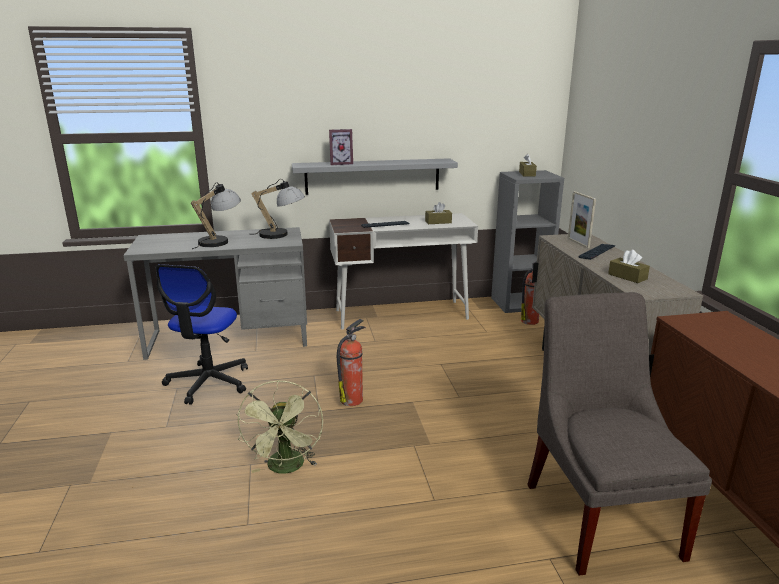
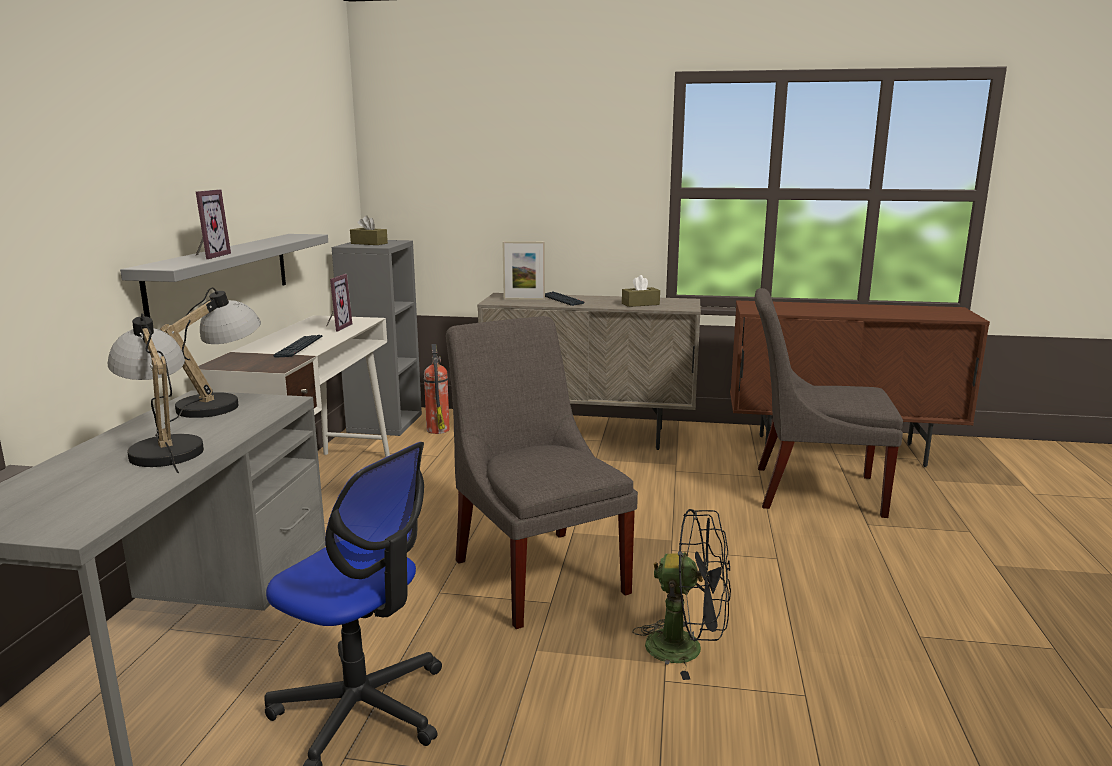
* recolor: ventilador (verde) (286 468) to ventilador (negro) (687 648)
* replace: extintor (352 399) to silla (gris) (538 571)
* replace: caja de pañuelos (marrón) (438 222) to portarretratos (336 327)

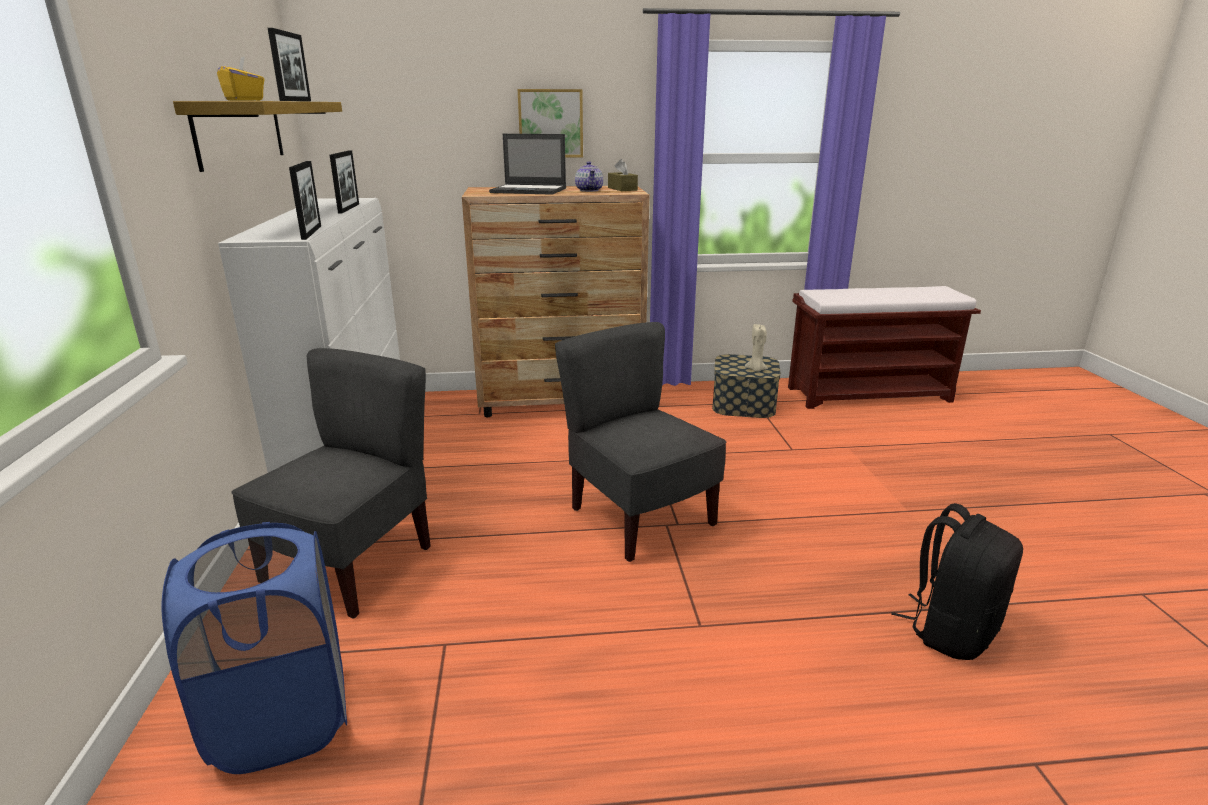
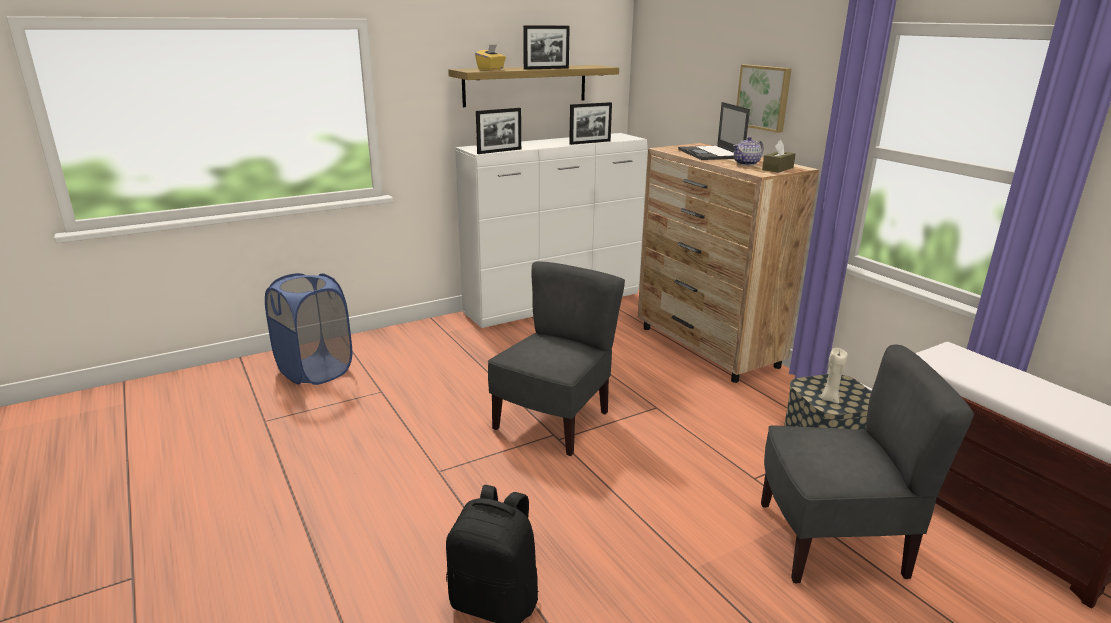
* move: silla (gris) (351 565) to (832 542)

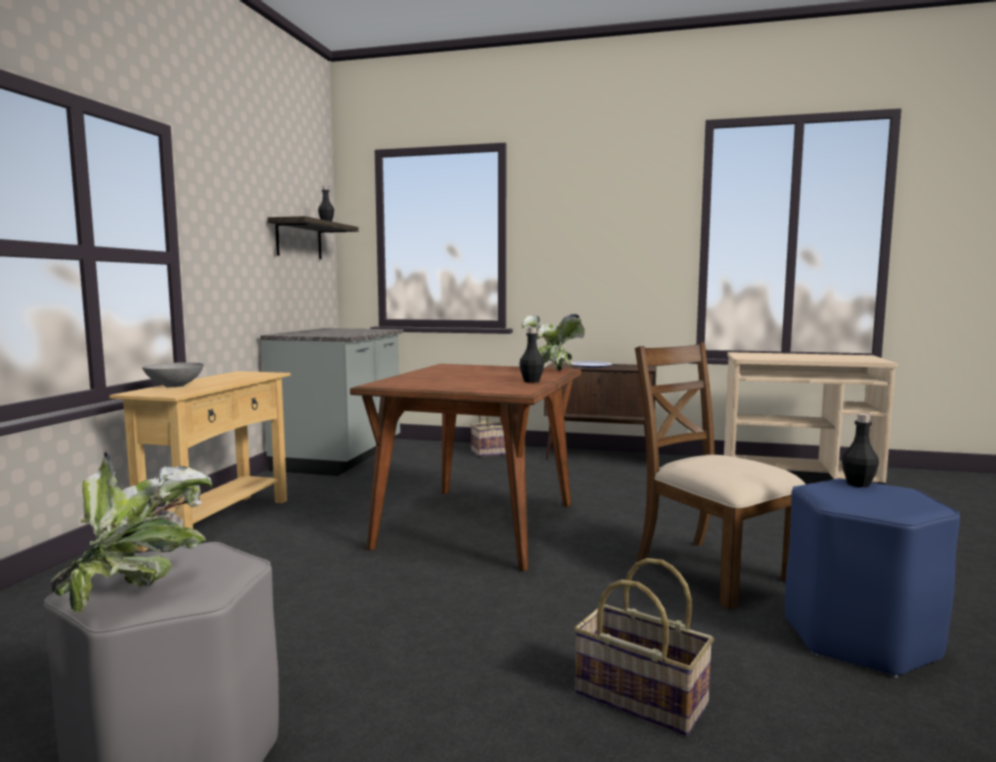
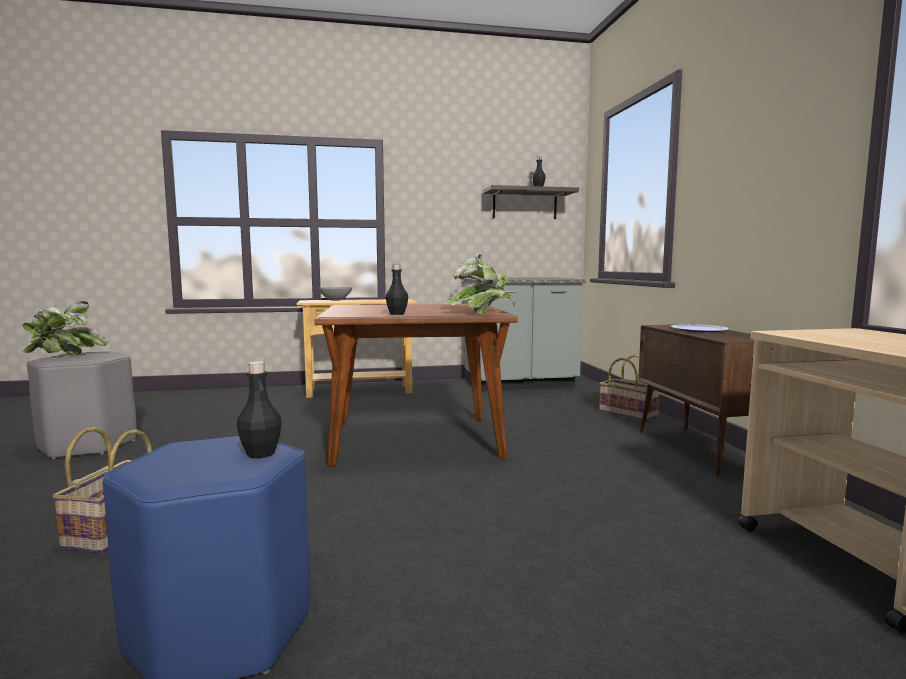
* delete: silla (marrón) (711 571)

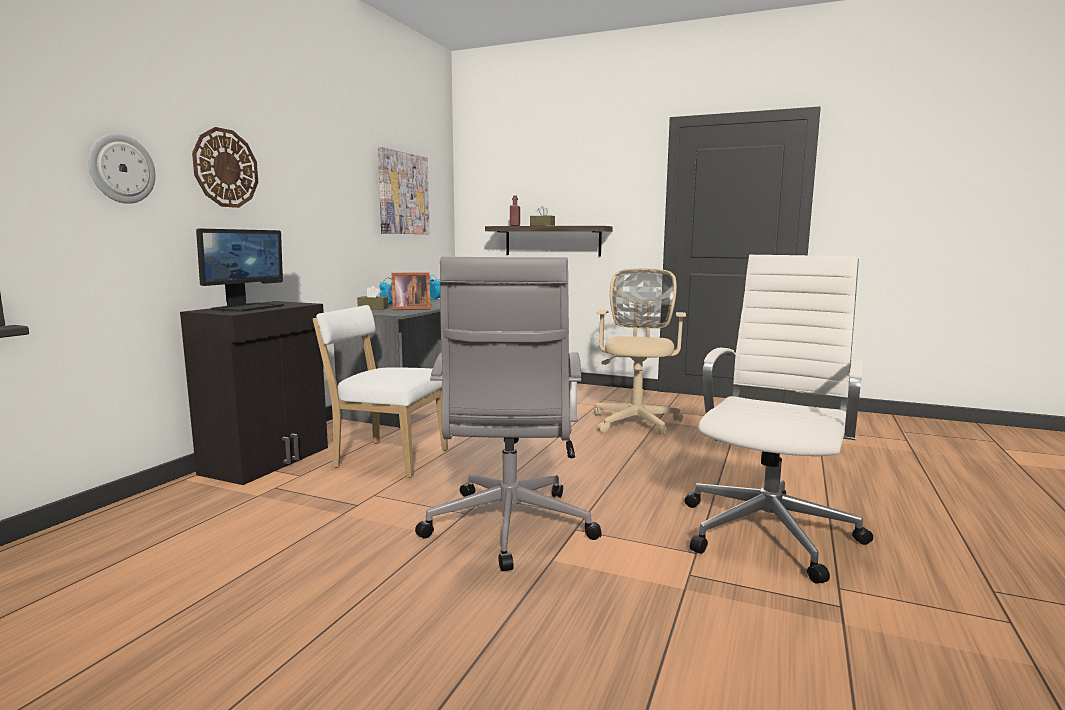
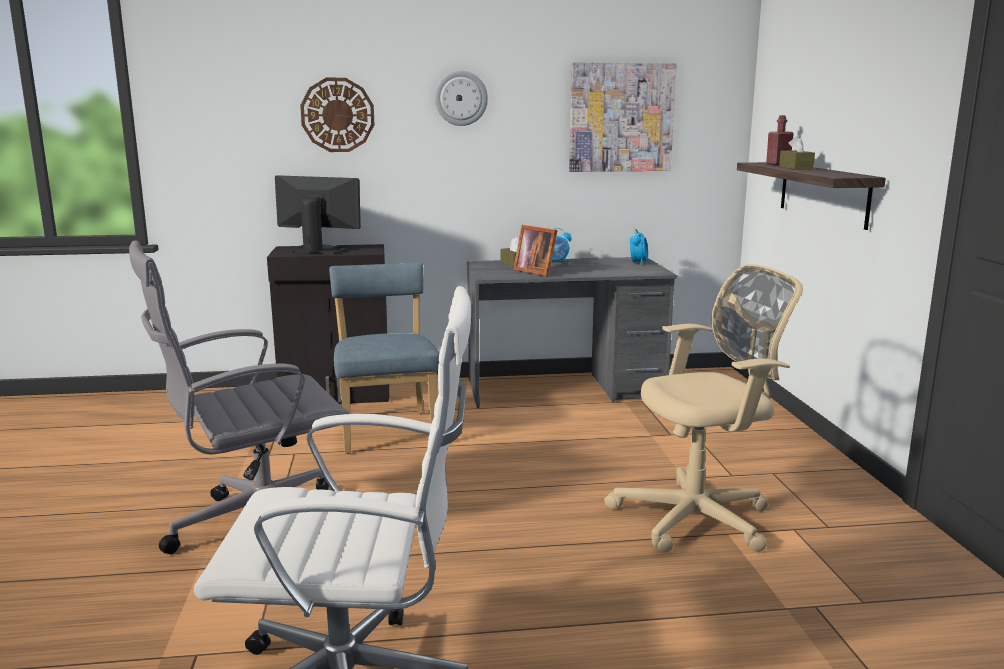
* move: reloj de pared (121 169) to (461 98)
* rotate: monitor (248 307) = (319 250) 150 degrees counterclockwise
* recolor: silla (blanco) (387 458) to silla (azul) (387 429)

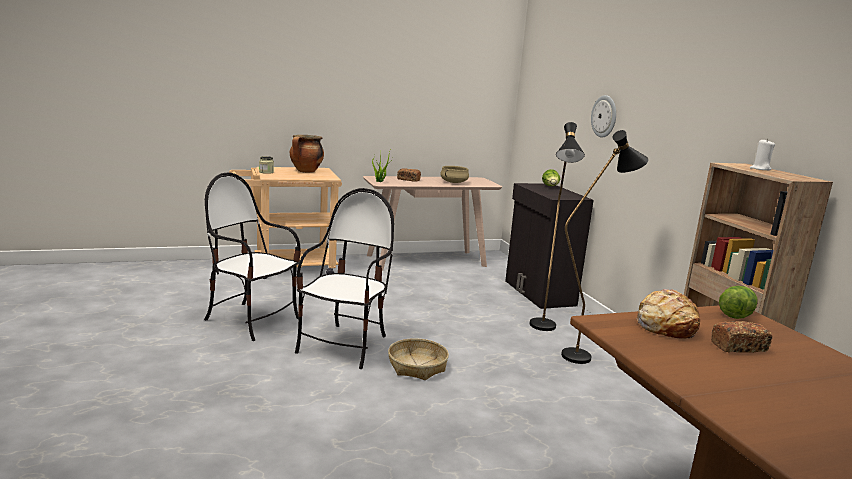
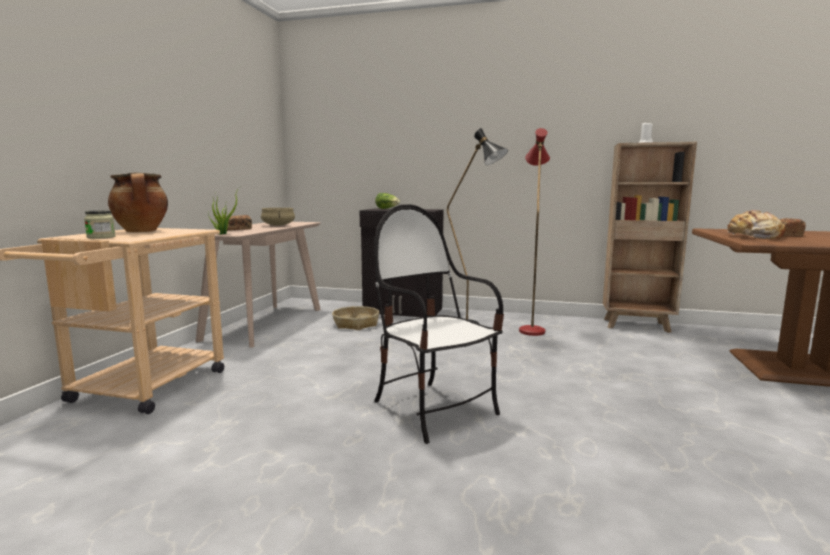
* delete: silla (252 320)
* move: cesta (417 366) to (356 324)
* recolor: lámpara de pie (negro) (584 355) to lámpara de pie (rojo) (530 329)
* delete: reloj de pared (604 116)
* delete: lechuga (735 313)

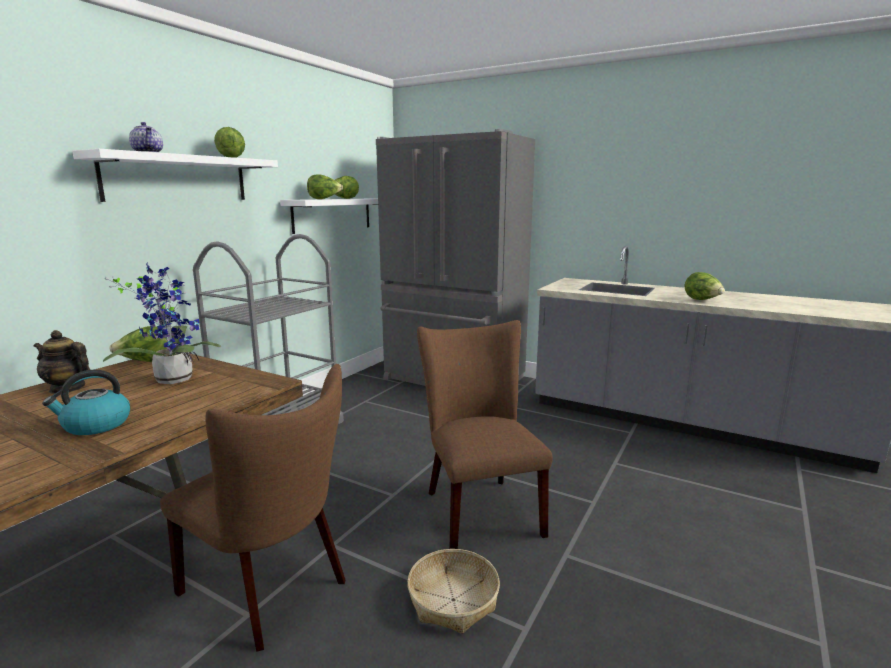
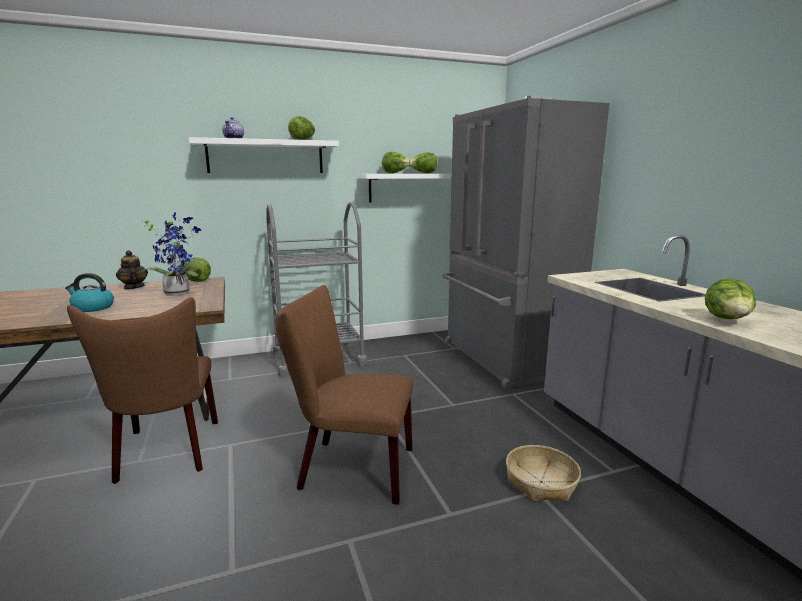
* move: cesta (453 600) to (541 482)
* rotate: silla (marrón) (478 508) = (349 468) 105 degrees counterclockwise

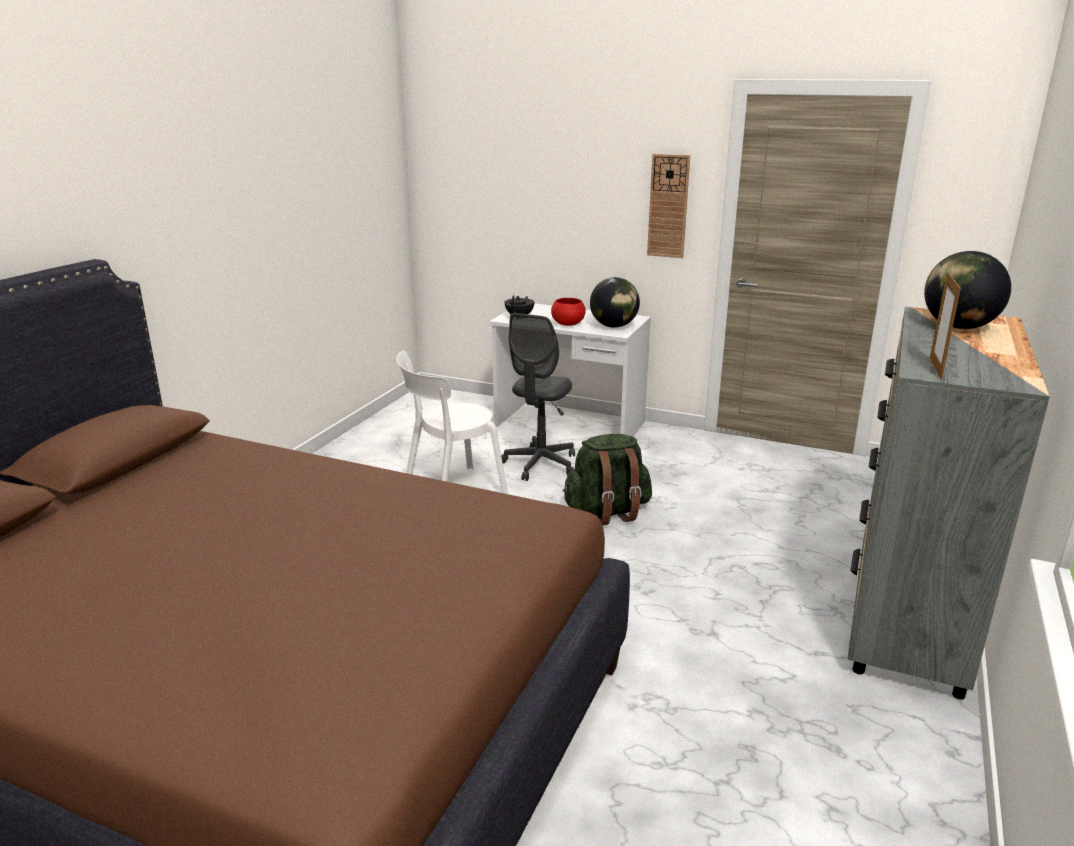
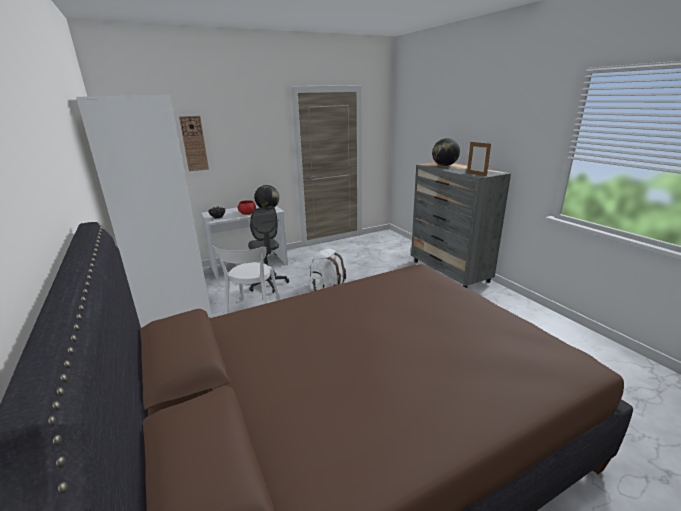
* recolor: mochila (verde) (607 512) to mochila (blanco) (326 287)
* move: reloj de pared (668 206) to (194 143)
* insert: armario ropero (blanco) (176 311)

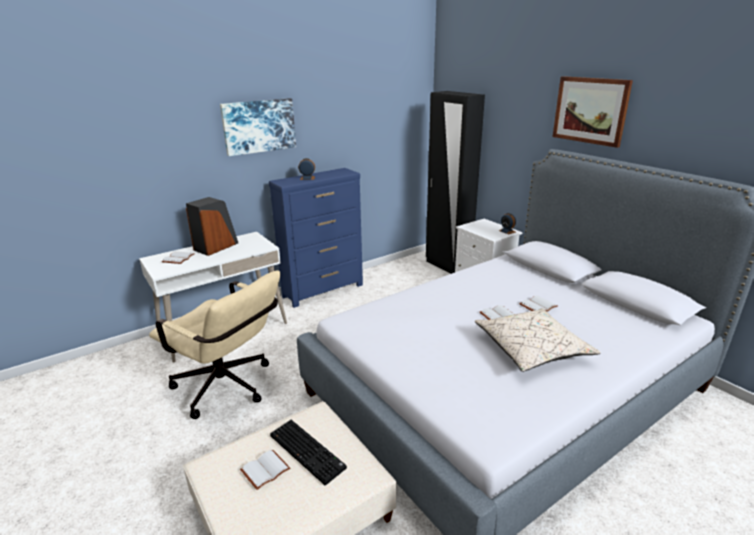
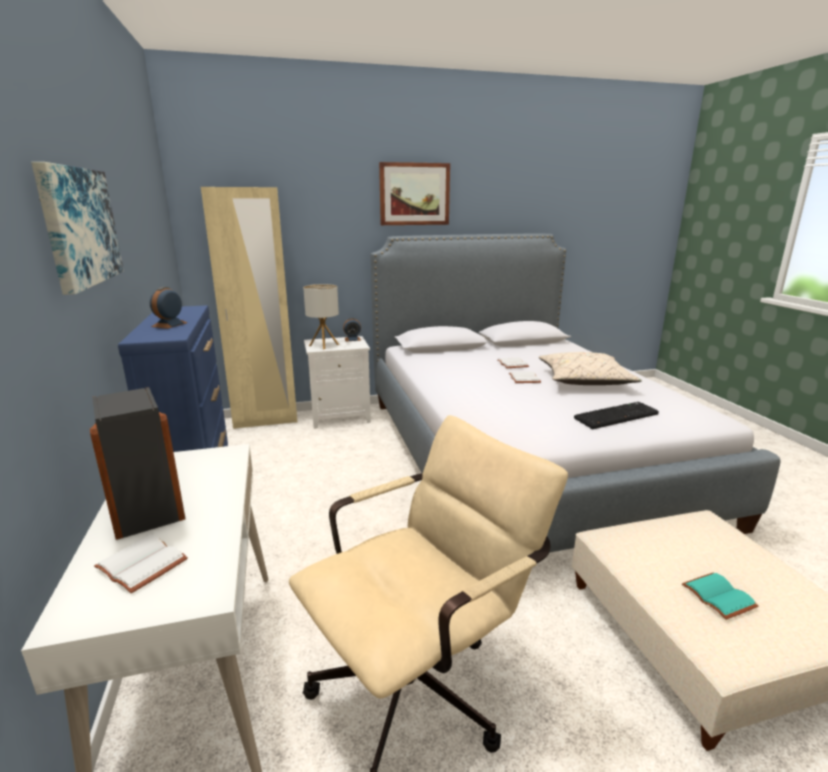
* recolor: libro (blanco) (265 469) to libro (turquesa) (716 596)
* move: teclado (308 451) to (616 416)
* recolor: armario ropero (negro) (447 267) to armario ropero (beis) (265 420)
* insert: lámpara de mesa (324 345)

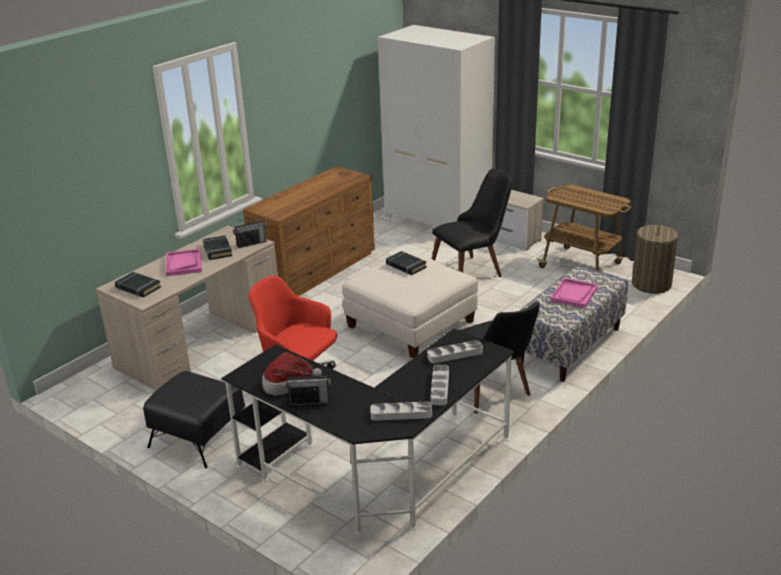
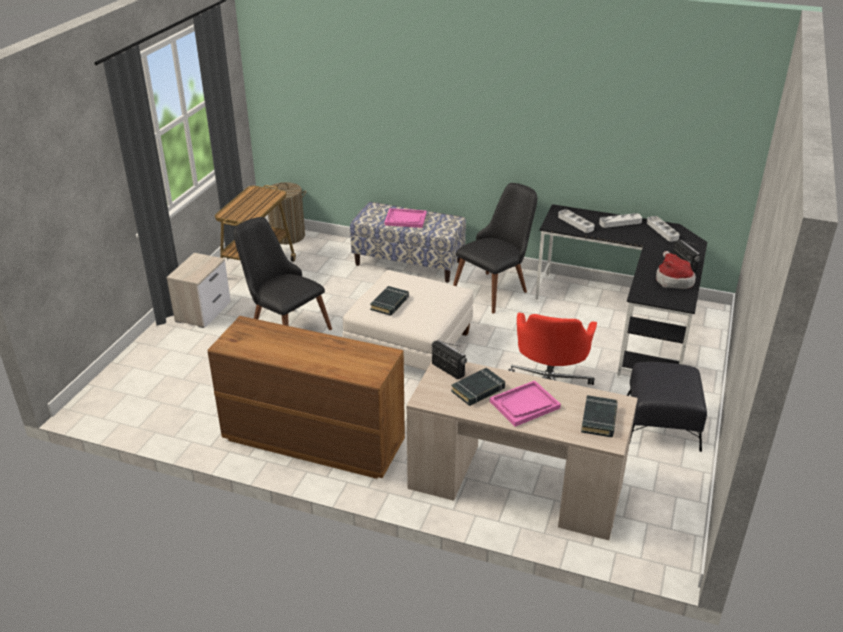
* delete: armario ropero (blanco) (438 217)

